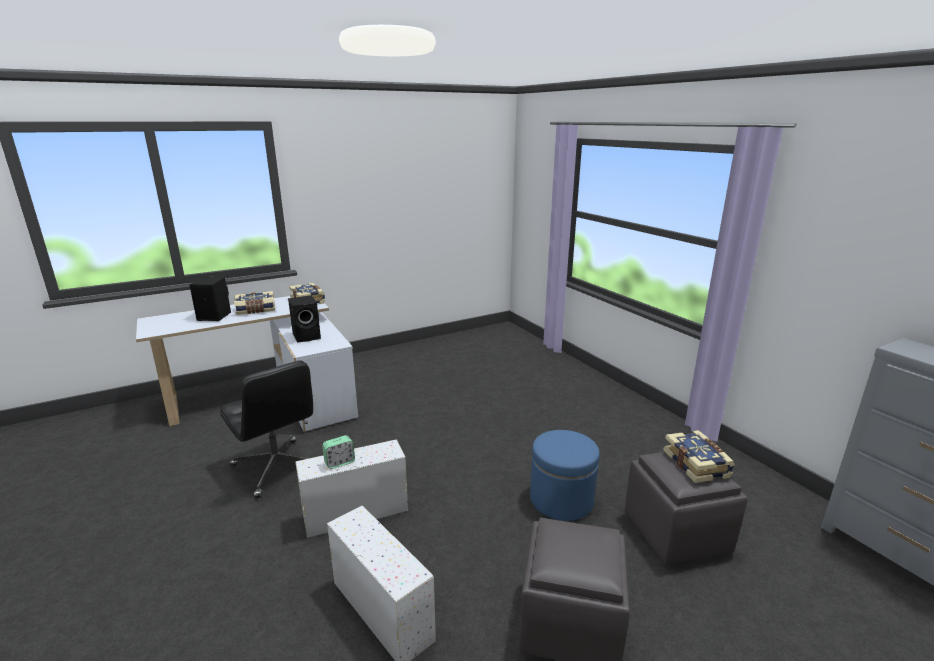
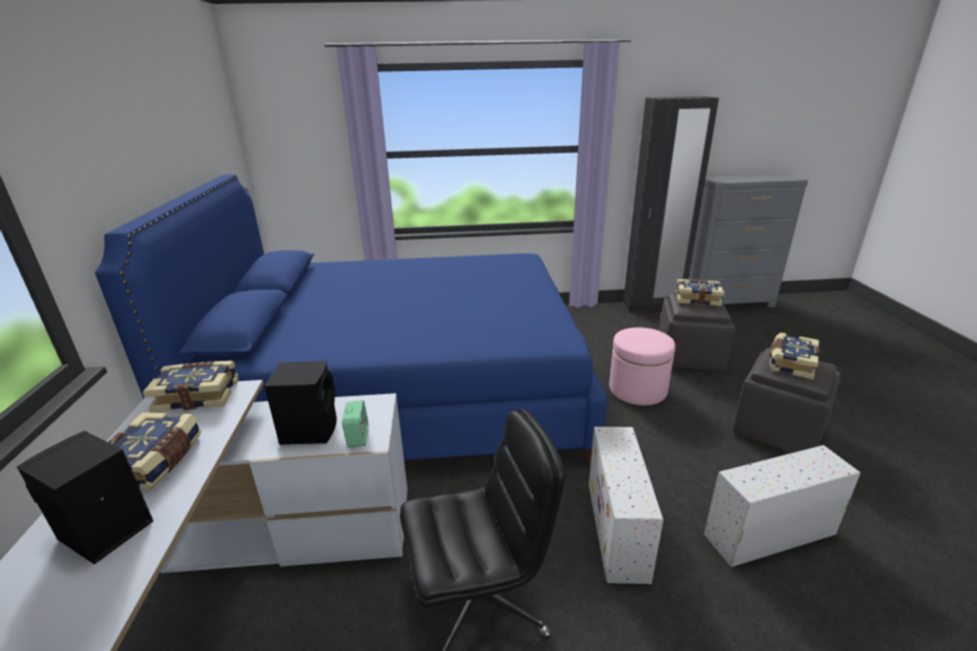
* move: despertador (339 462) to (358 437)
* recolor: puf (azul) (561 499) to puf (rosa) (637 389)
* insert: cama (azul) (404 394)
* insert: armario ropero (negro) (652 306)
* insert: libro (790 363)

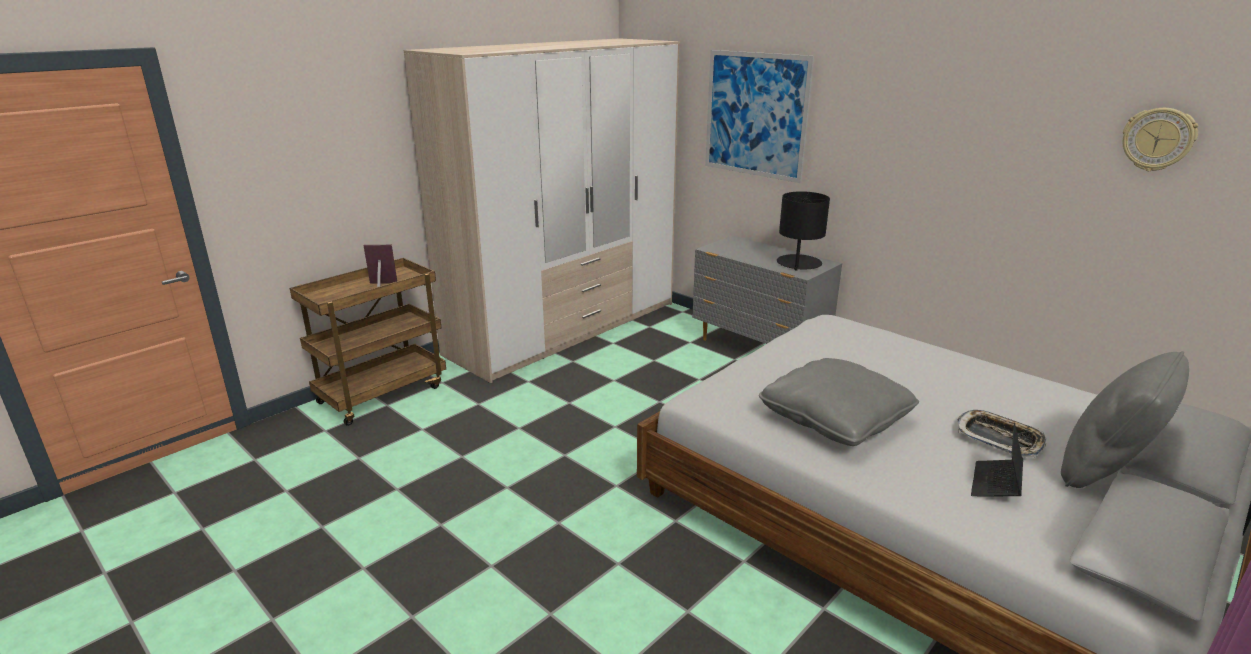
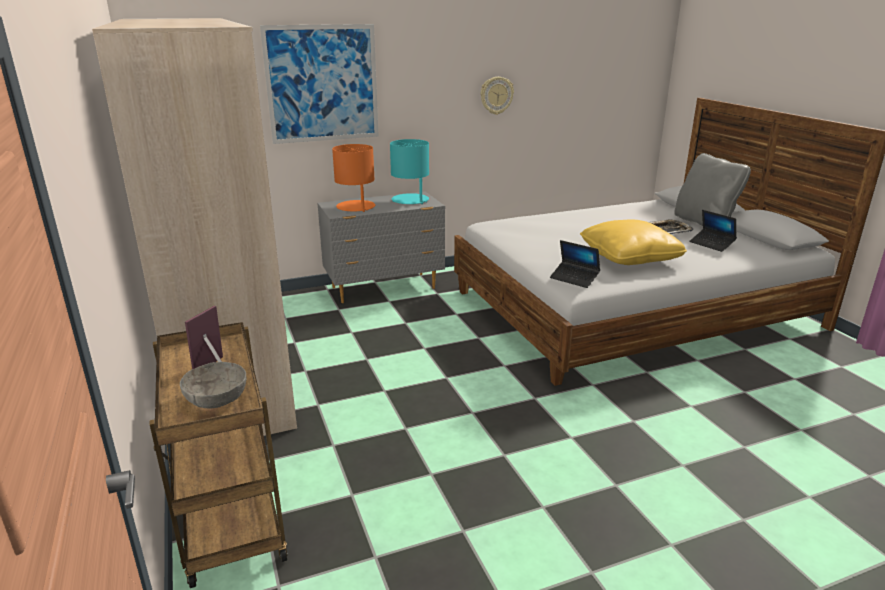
* recolor: cojín (gris) (834 419) to cojín (amarillo) (629 257)
* recolor: lámpara de mesa (negro) (798 263) to lámpara de mesa (turquesa) (410 200)
* move: reloj de pared (1158 139) to (496 95)
* insert: cuenco (gris) (216 399)
* insert: lámpara de mesa (naranja) (356 207)
* insert: portátil (574 279)

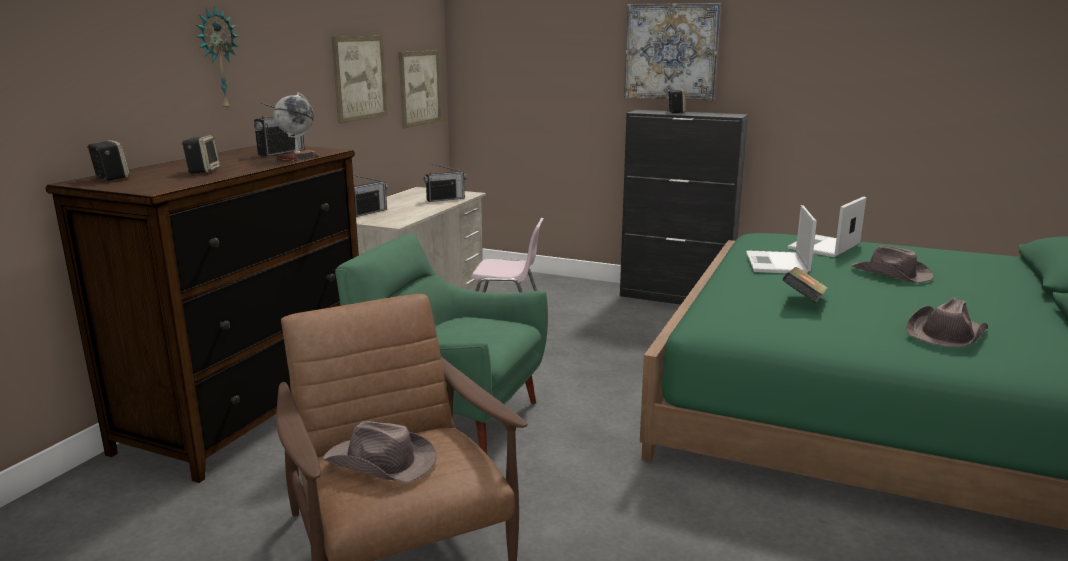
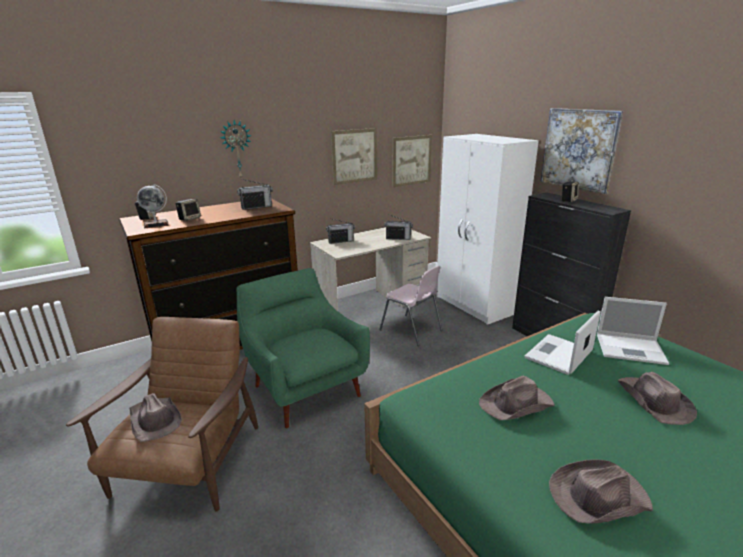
* move: globo terráqueo (298 157) to (156 225)
* replace: libro (803 302) to sombrero (marrón) (517 404)
* rotate: portátil (823 247) = (631 349) 150 degrees counterclockwise
* insert: armario ropero (blanco) (474 305)

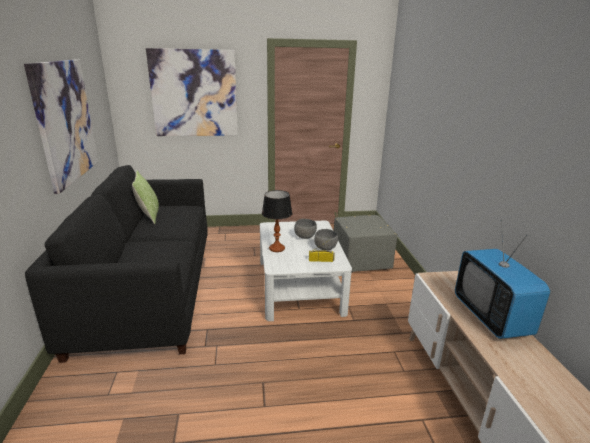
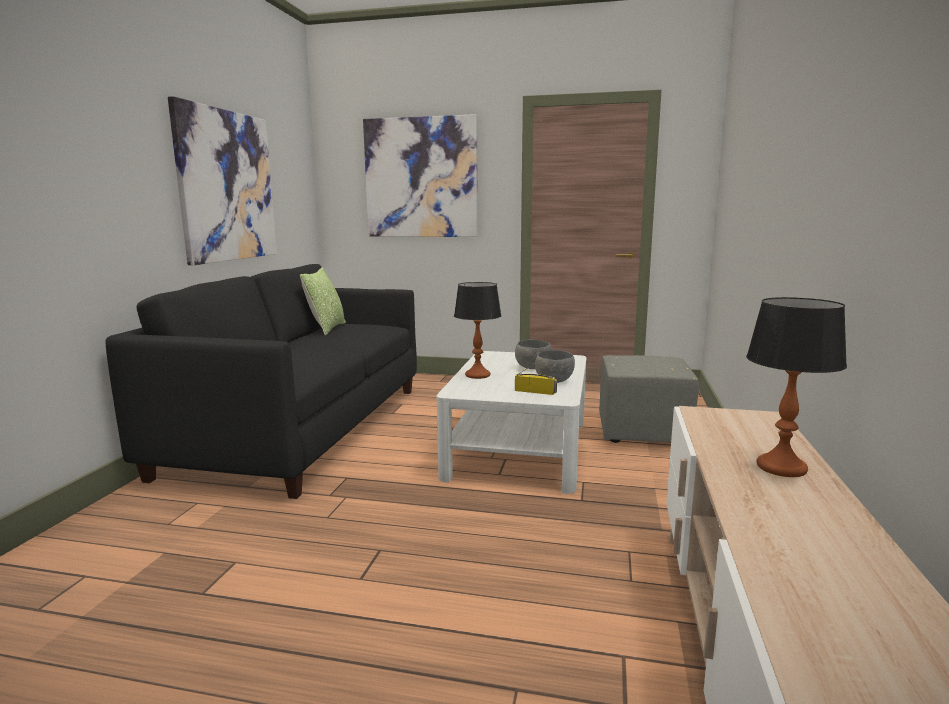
* replace: televisor (491 317) to lámpara de mesa (782 467)

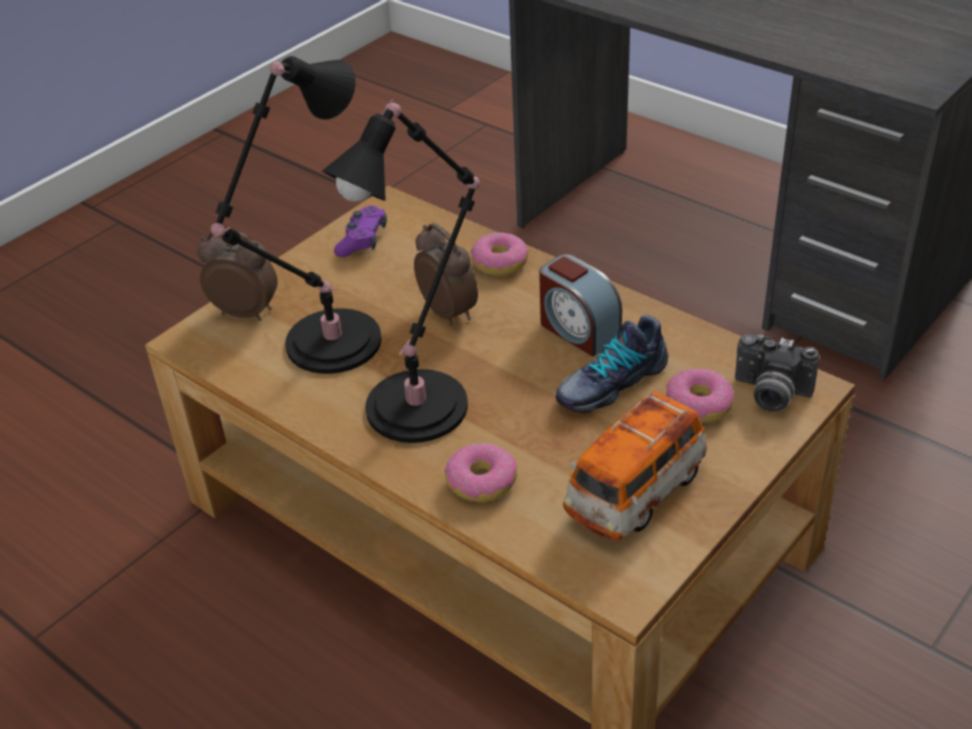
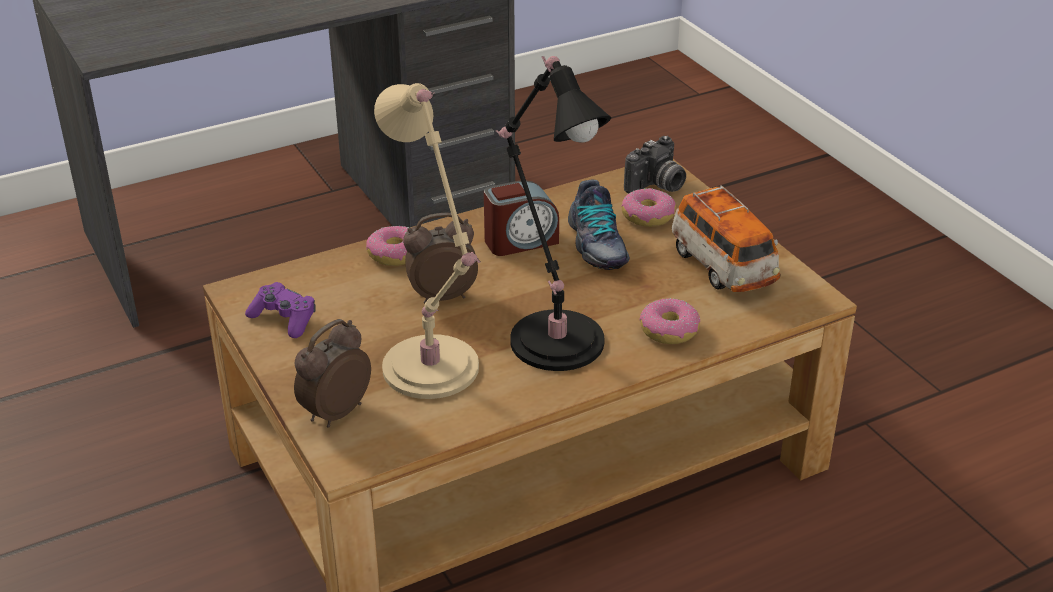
* recolor: lámpara de mesa (negro) (326 346) to lámpara de mesa (beis) (433 373)

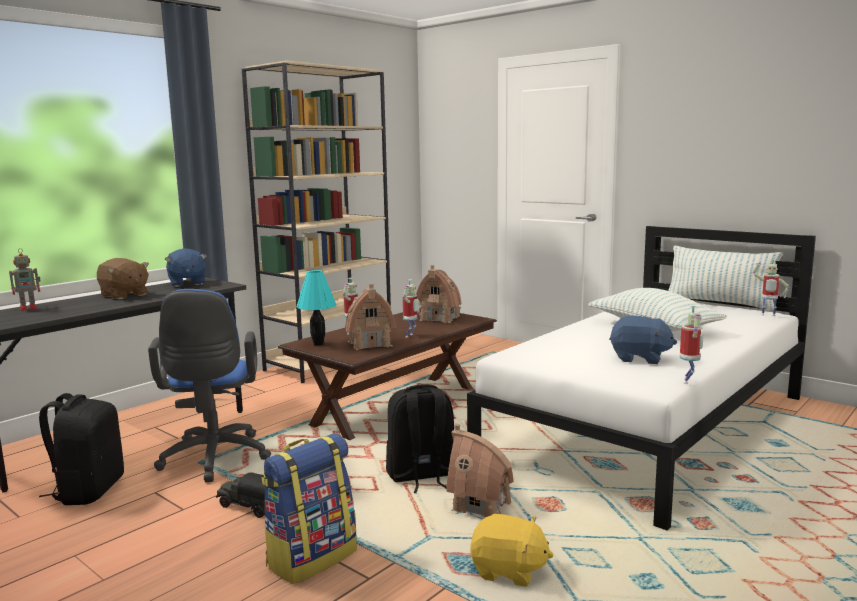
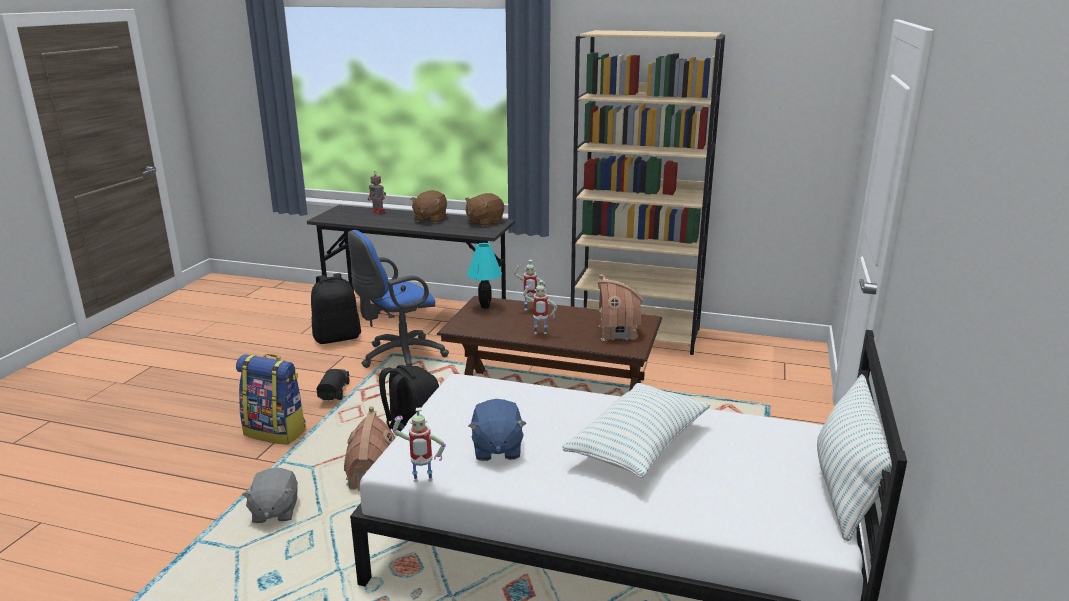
* recolor: peluche (azul) (187 283) to peluche (marrón) (484 222)
* delete: casita (369 344)
* recolor: peluche (amarillo) (508 571) to peluche (gris) (274 512)
* delete: robot de juguete (767 315)

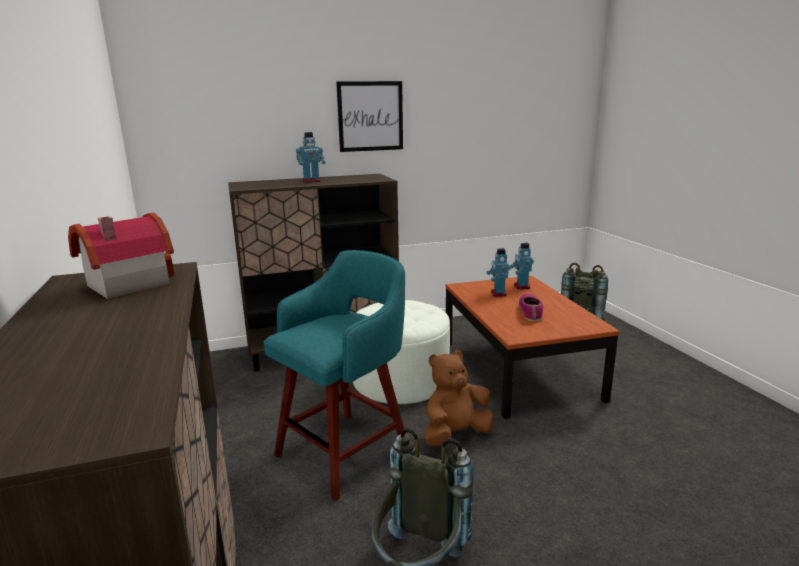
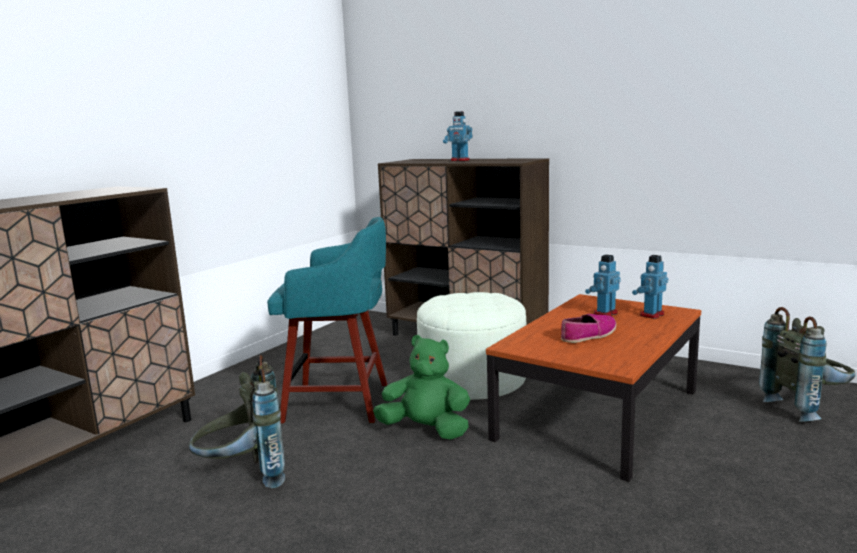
* delete: casita (124 284)
* delete: cuadro (370 116)
* recolor: peluche (marrón) (455 435) to peluche (verde) (426 430)

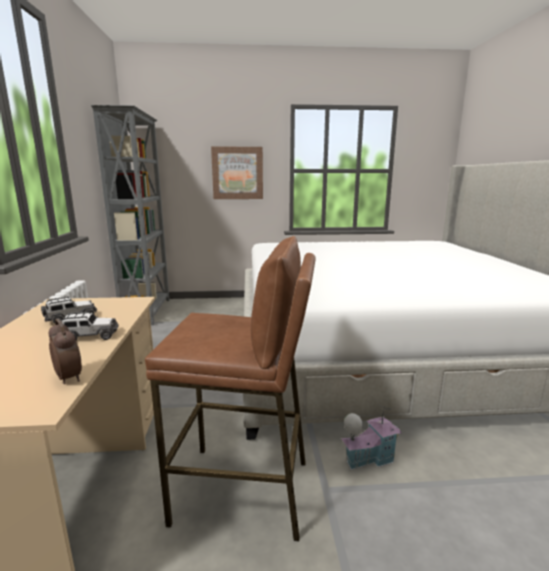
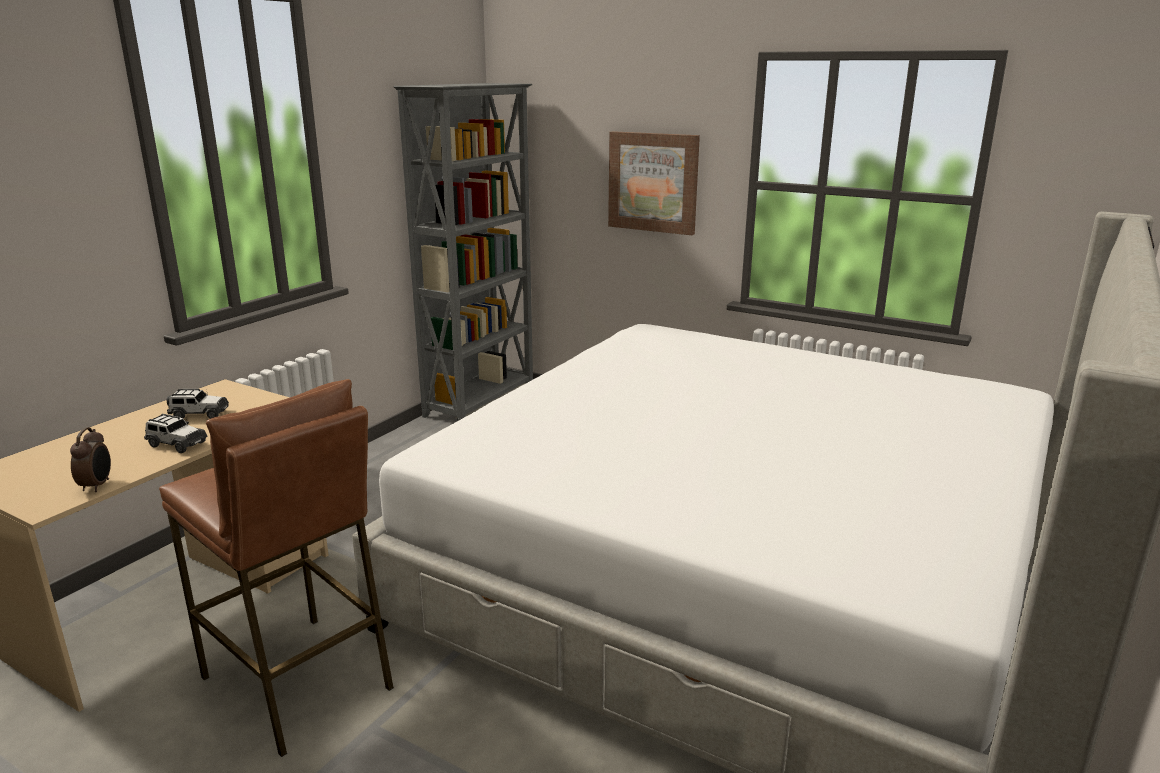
* delete: casita (368 458)

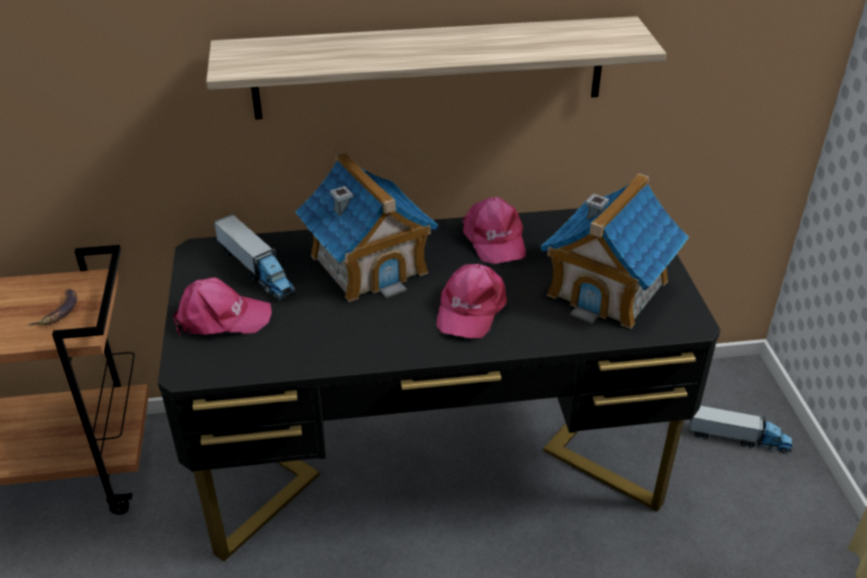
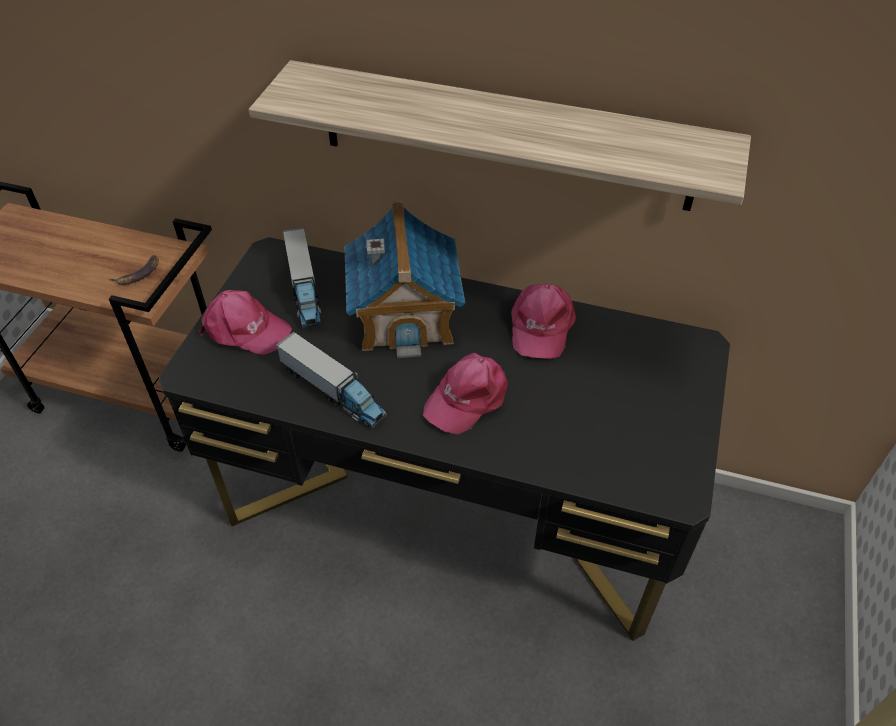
* delete: casita (608 288)
* move: camión de juguete (738 438) to (333 391)

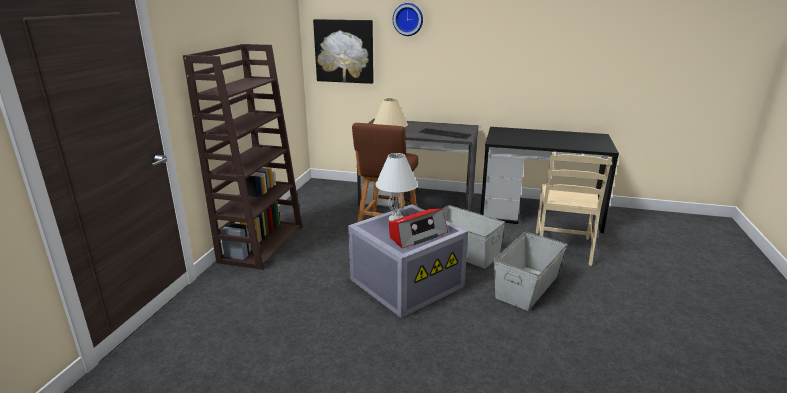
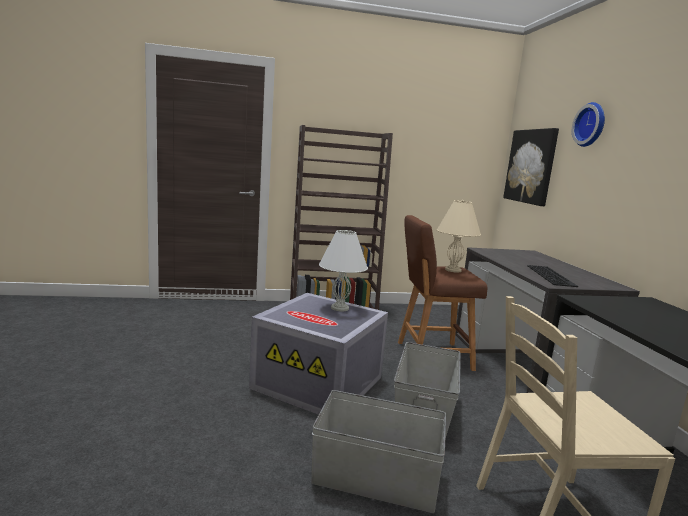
* delete: radio (417 235)

